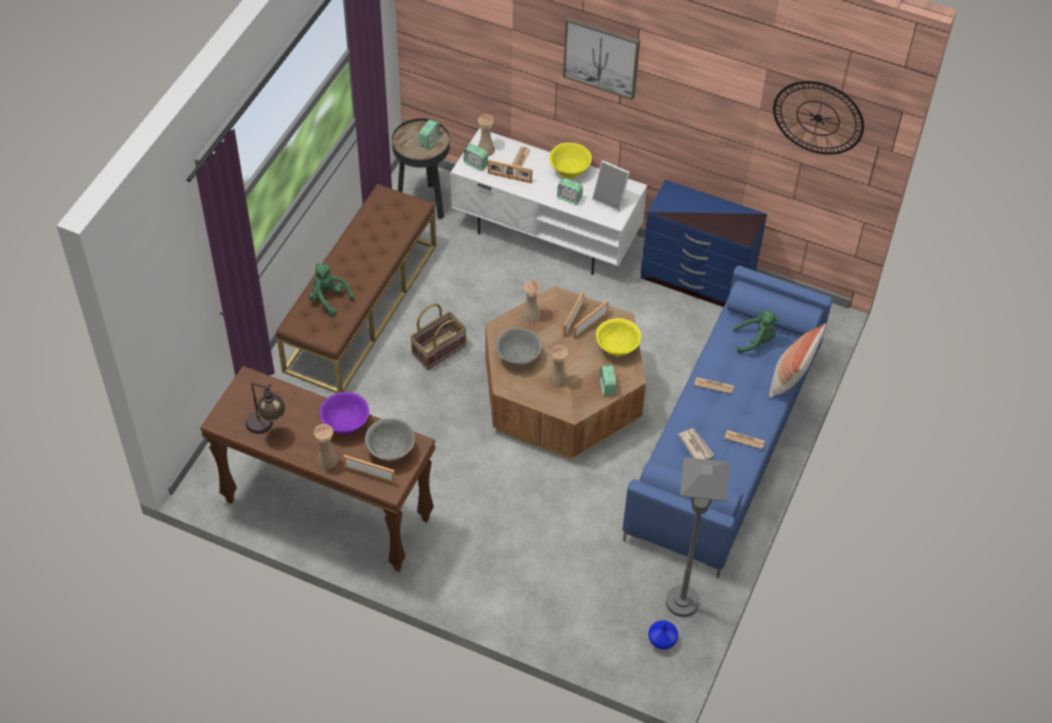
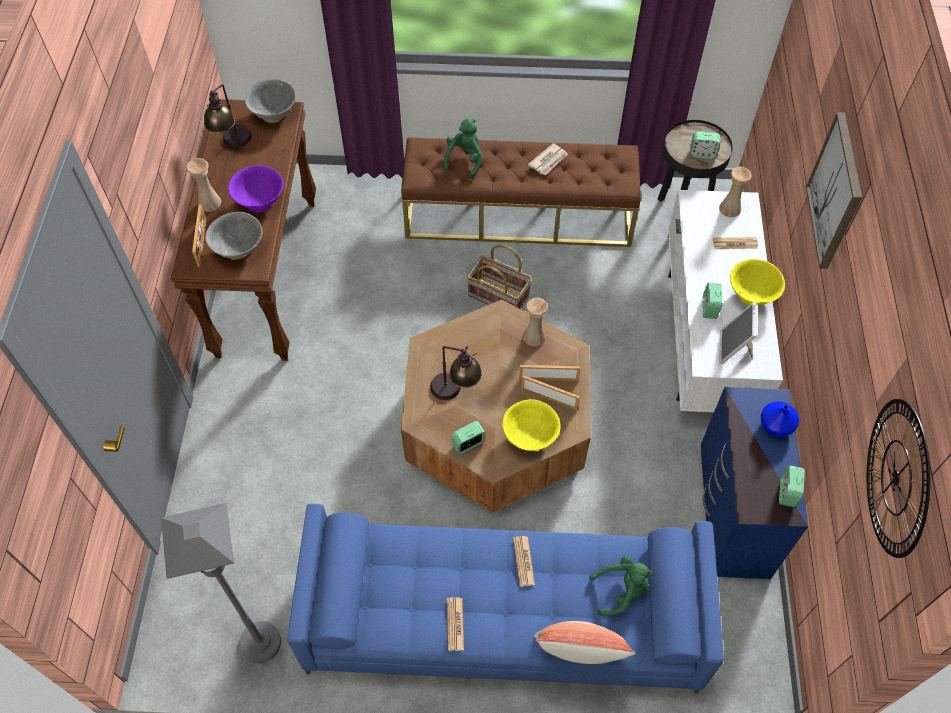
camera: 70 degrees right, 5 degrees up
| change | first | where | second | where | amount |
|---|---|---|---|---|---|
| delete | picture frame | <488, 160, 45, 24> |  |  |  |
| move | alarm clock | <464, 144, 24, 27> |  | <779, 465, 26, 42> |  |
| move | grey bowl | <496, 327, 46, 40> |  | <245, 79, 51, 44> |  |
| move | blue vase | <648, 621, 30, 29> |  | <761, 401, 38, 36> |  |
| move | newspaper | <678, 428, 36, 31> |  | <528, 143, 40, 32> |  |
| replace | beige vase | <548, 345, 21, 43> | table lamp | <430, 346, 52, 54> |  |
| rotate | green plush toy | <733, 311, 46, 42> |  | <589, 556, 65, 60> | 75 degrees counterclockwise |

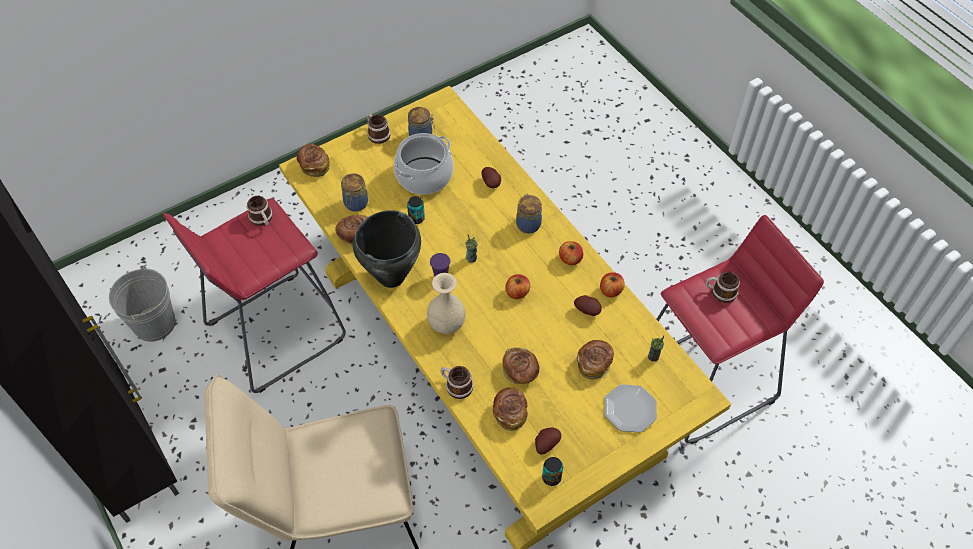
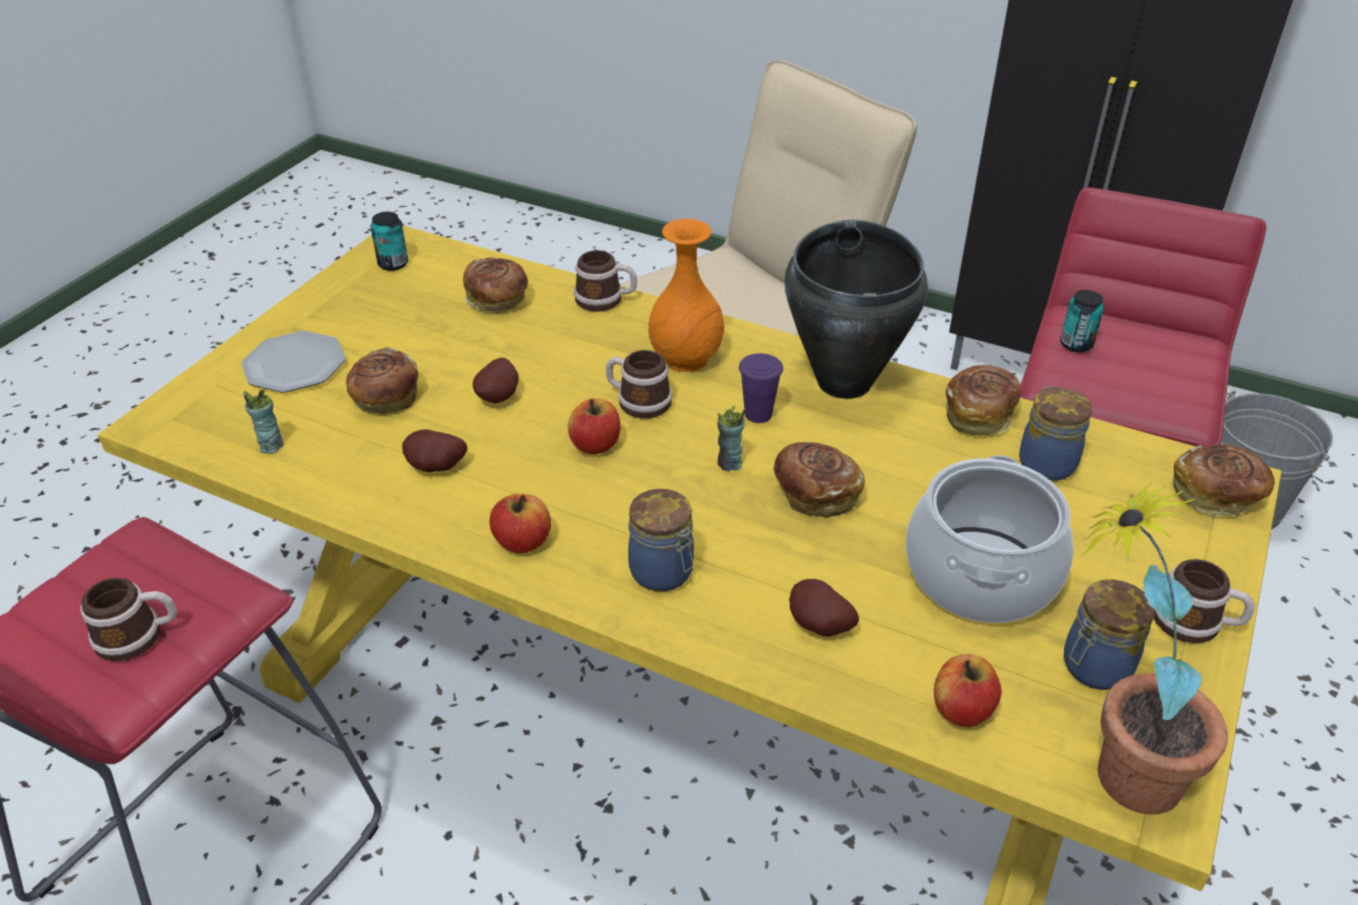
camera: 150 degrees right, 15 degrees down
| change | first | where | second | where | amount |
|---|---|---|---|---|---|
| insert |  |  | potted plant | <1080, 482, 148, 333> |  |
| move | mug | <247, 196, 26, 30> |  | <606, 350, 66, 68> |  |
| move | can | <407, 196, 18, 28> |  | <1060, 290, 44, 62> |  |
| move | bread | <503, 348, 36, 36> |  | <773, 442, 92, 75> |  |
| move | potato | <535, 428, 26, 27> |  | <473, 358, 46, 45> |  |
| move | apple | <600, 272, 25, 25> |  | <934, 654, 68, 73> |  |
| recolor | beige vase | <427, 273, 39, 61> | orange vase | <649, 219, 75, 153> |  |

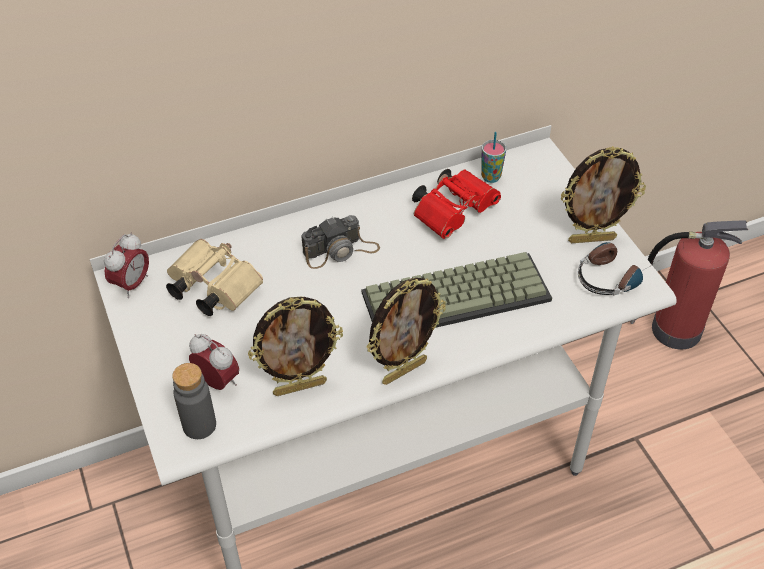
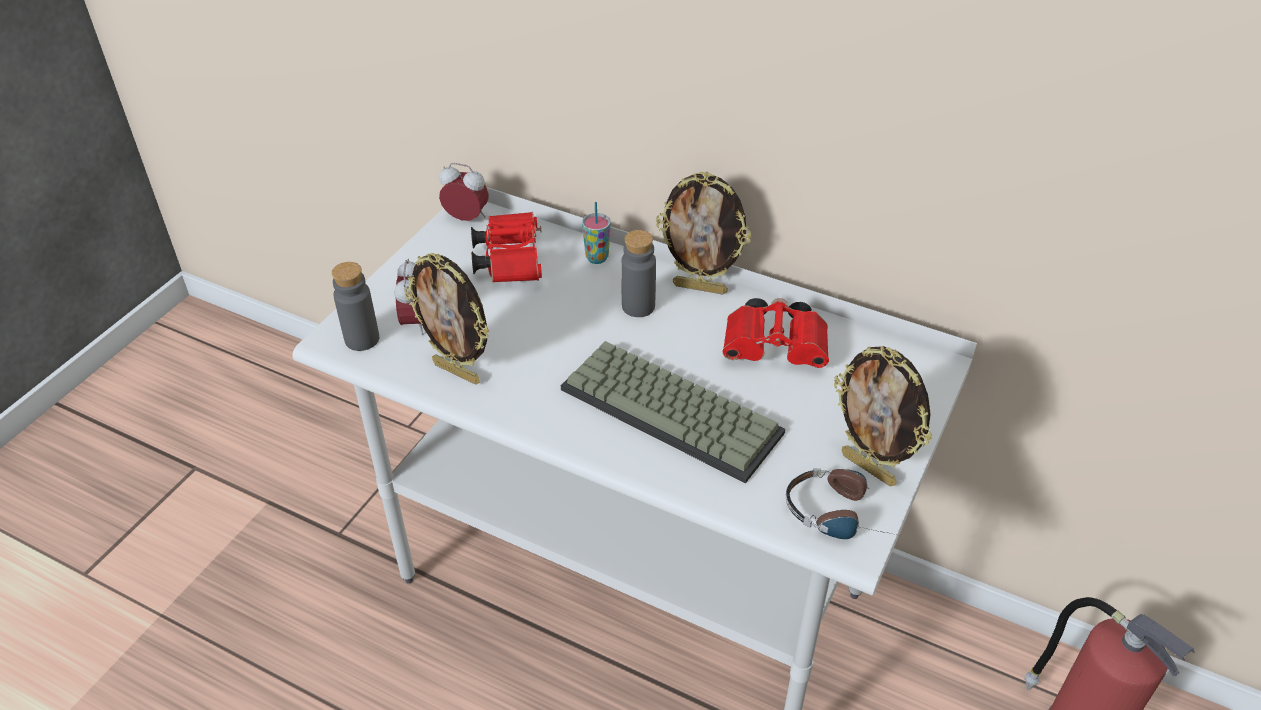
camera: 50 degrees right, 5 degrees down
| change | first | where | second | where | amount |
|---|---|---|---|---|---|
| move | picture frame | <367, 278, 79, 107> |  | <656, 172, 95, 123> |  |
| move | cup | <481, 132, 25, 51> |  | <582, 202, 29, 62> |  |
| replace | photo camera | <301, 215, 79, 54> | grey bottle | <621, 230, 35, 87> |  |
| recolor | beige binoculars | <166, 239, 97, 77> | red binoculars | <471, 212, 71, 71> |  |
| rotate | alarm clock | <104, 233, 45, 65> |  | <439, 163, 50, 58> | 150 degrees counterclockwise |

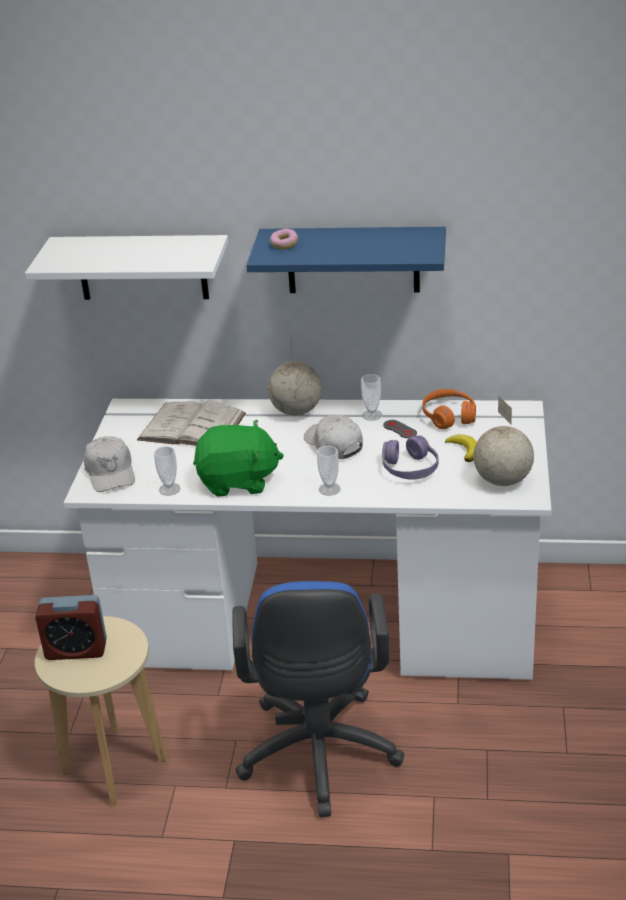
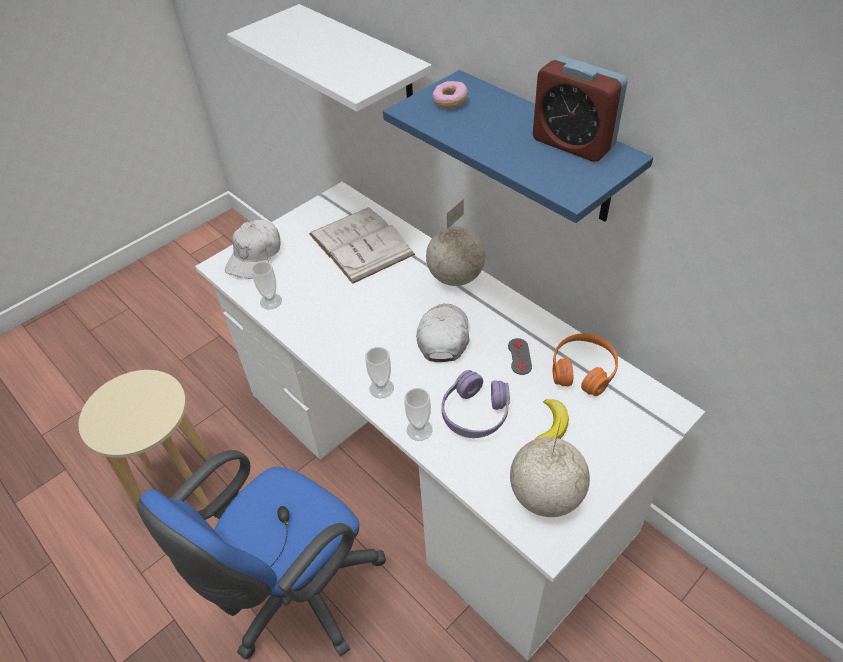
camera: 40 degrees right, 15 degrees up
| change | first | where | second | where | amount |
|---|---|---|---|---|---|
| delete | green plush toy | <193, 420, 91, 77> |  |  |  |
| move | alarm clock | <35, 595, 72, 65> |  | <533, 56, 95, 106> |  |
| move | cup | <361, 374, 21, 47> |  | <404, 388, 29, 53> |  |

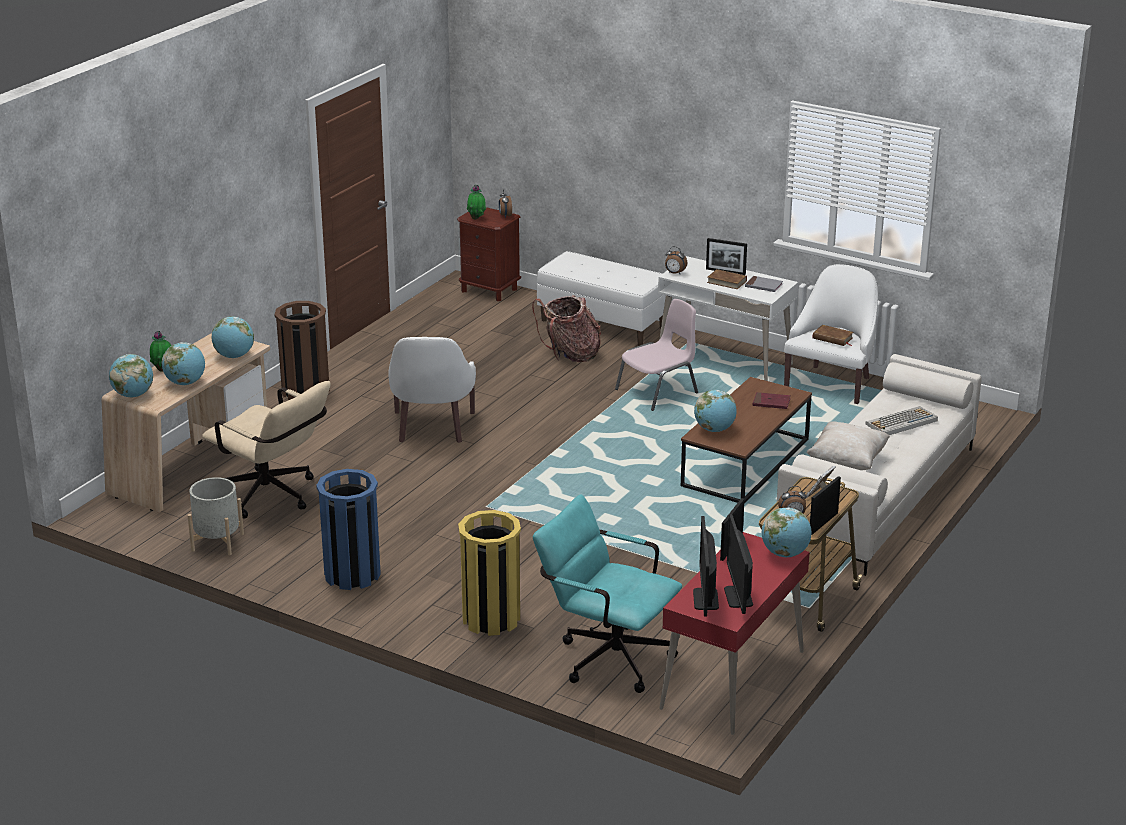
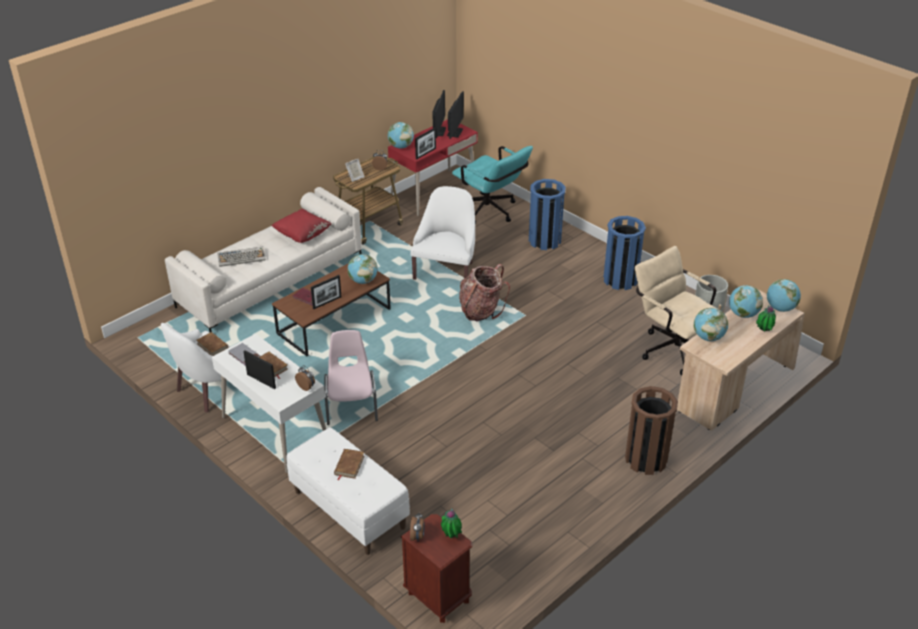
camera: 165 degrees left, 10 degrees up
| change | first | where | second | where | amount |
|---|---|---|---|---|---|
| insert |  |  | brown book | <334, 449, 30, 32> |  |
| move | white armchair | <388, 337, 88, 106> |  | <410, 186, 65, 94> |  |
| move | backpack | <532, 295, 69, 67> |  | <459, 264, 51, 57> |  |
| move | picture frame | <810, 476, 31, 59> |  | <311, 275, 30, 34> |  |
| recolor | yellow trash can | <458, 510, 63, 126> | blue trash can | <529, 179, 37, 71> |  |
| recolor | beige pillow | <806, 421, 84, 49> | red pillow | <272, 209, 59, 34> |  |
| rotate | pink chair | <615, 299, 83, 112> |  | <324, 330, 54, 95> | 105 degrees clockwise |

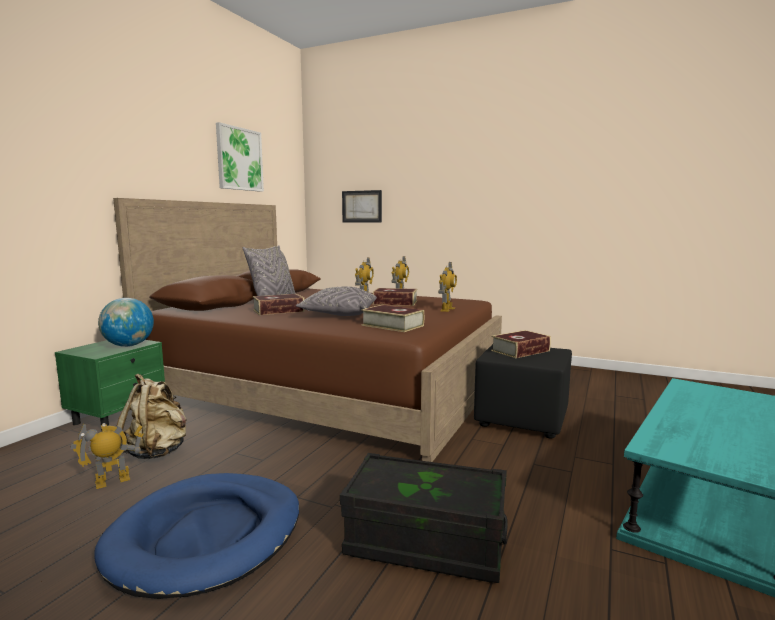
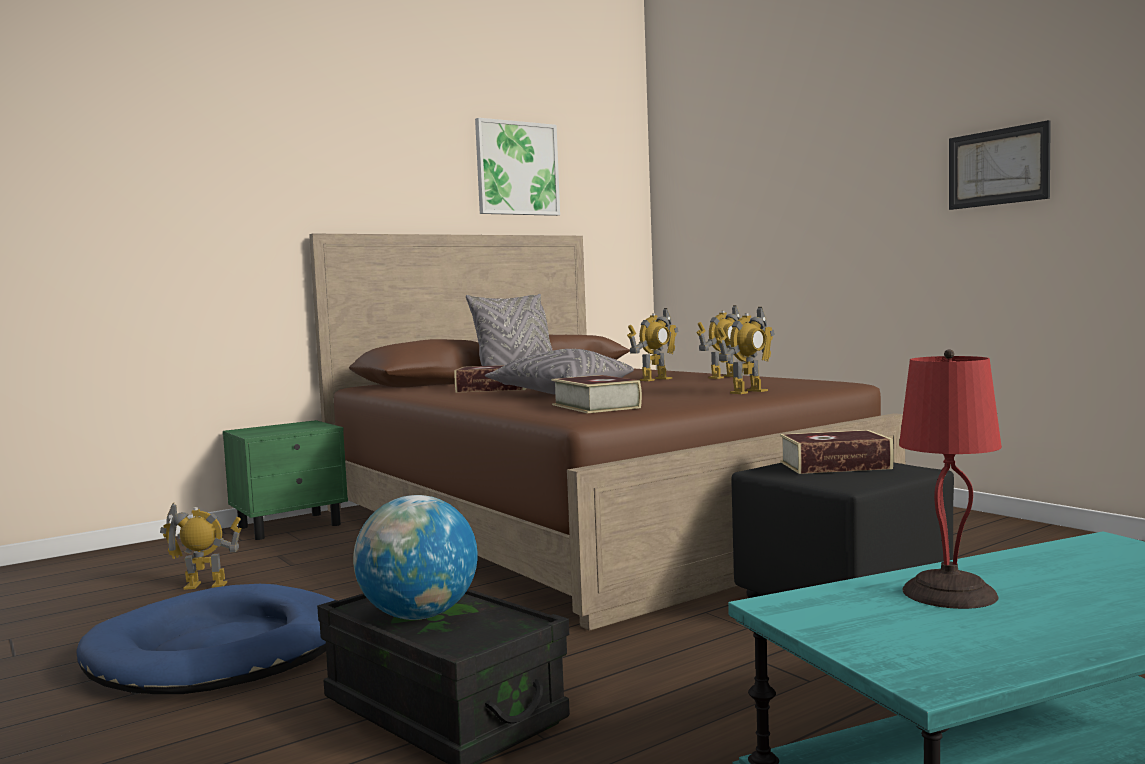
camera: 30 degrees right, 5 degrees down
| change | first | where | second | where | amount |
|---|---|---|---|---|---|
| delete | beige backpack | <116, 374, 71, 85> |  |  |  |
| delete | book | <373, 288, 44, 18> |  |  |  |
| insert |  |  | red table lamp | <899, 349, 103, 260> |  |
| move | globe | <98, 298, 56, 49> |  | <353, 495, 125, 125> |  |
| move | picture | <342, 190, 40, 33> |  | <949, 120, 102, 90> |  |

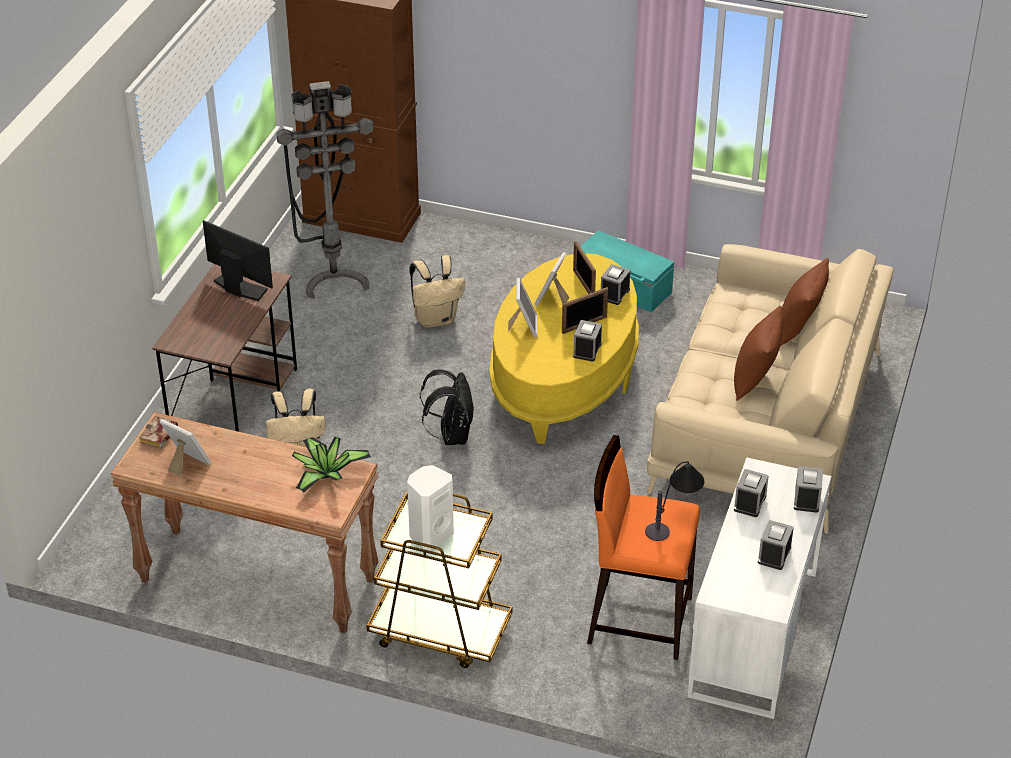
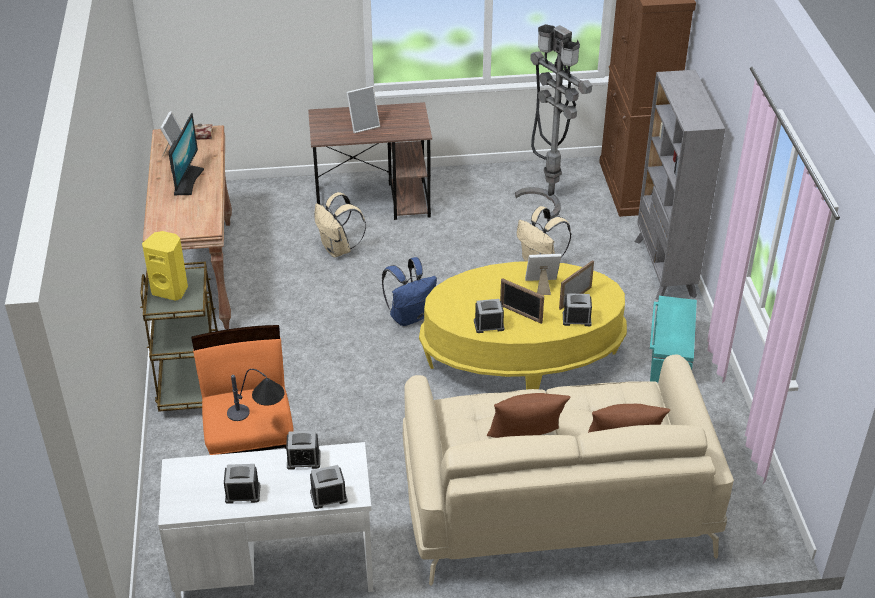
camera: 65 degrees right, 0 degrees up
| change | first | where | second | where | amount |
|---|---|---|---|---|---|
| delete | potted plant | <292, 437, 79, 55> |  |  |  |
| insert |  |  | grey bookcase | <635, 70, 91, 230> |  |
| move | monitor | <203, 220, 70, 81> |  | <169, 113, 35, 82> |  |
| move | picture frame | <508, 278, 29, 60> |  | <346, 86, 34, 47> |  |
| recolor | white speaker | <407, 465, 47, 85> | yellow speaker | <142, 231, 46, 70> |  |
| recolor | black backpack | <420, 369, 54, 76> | blue backpack | <382, 257, 55, 69> |  |

